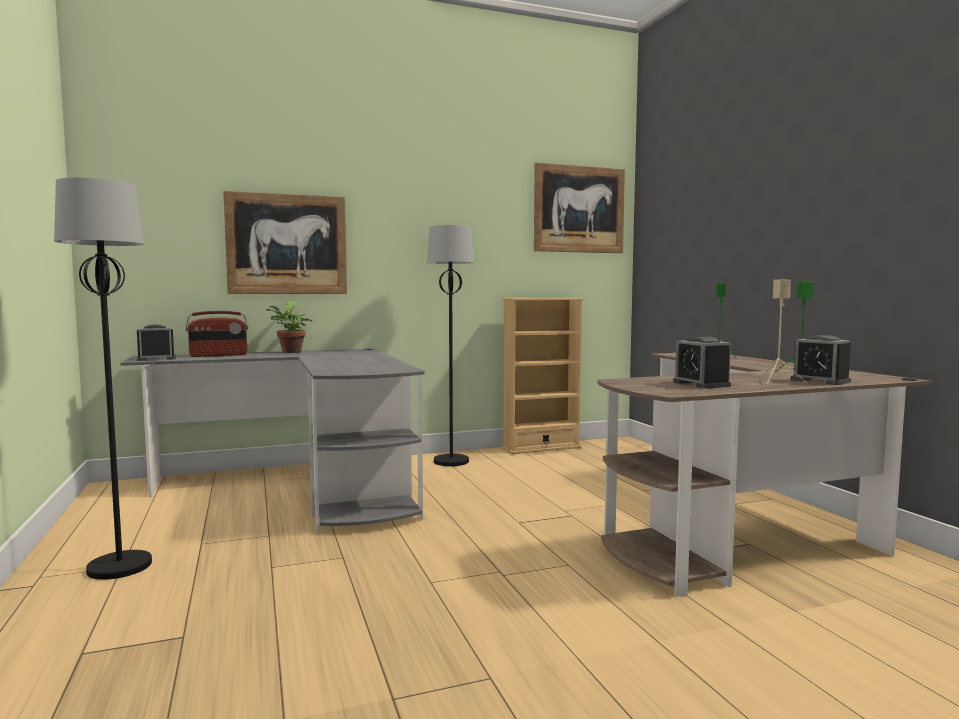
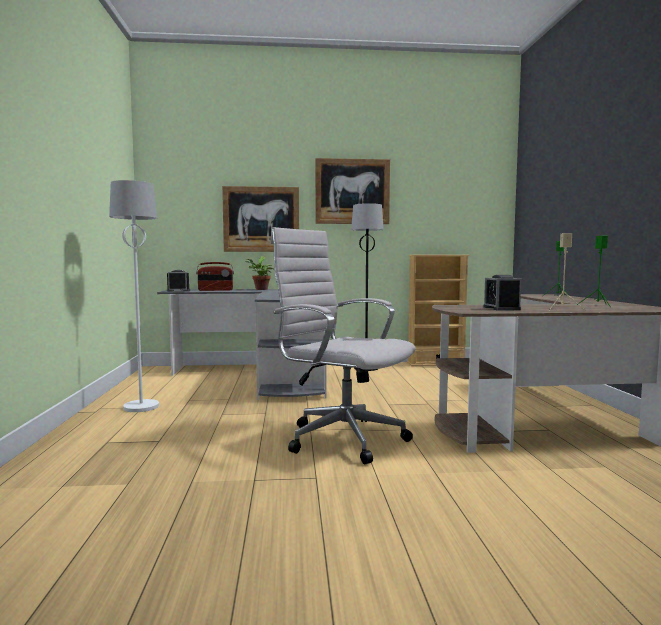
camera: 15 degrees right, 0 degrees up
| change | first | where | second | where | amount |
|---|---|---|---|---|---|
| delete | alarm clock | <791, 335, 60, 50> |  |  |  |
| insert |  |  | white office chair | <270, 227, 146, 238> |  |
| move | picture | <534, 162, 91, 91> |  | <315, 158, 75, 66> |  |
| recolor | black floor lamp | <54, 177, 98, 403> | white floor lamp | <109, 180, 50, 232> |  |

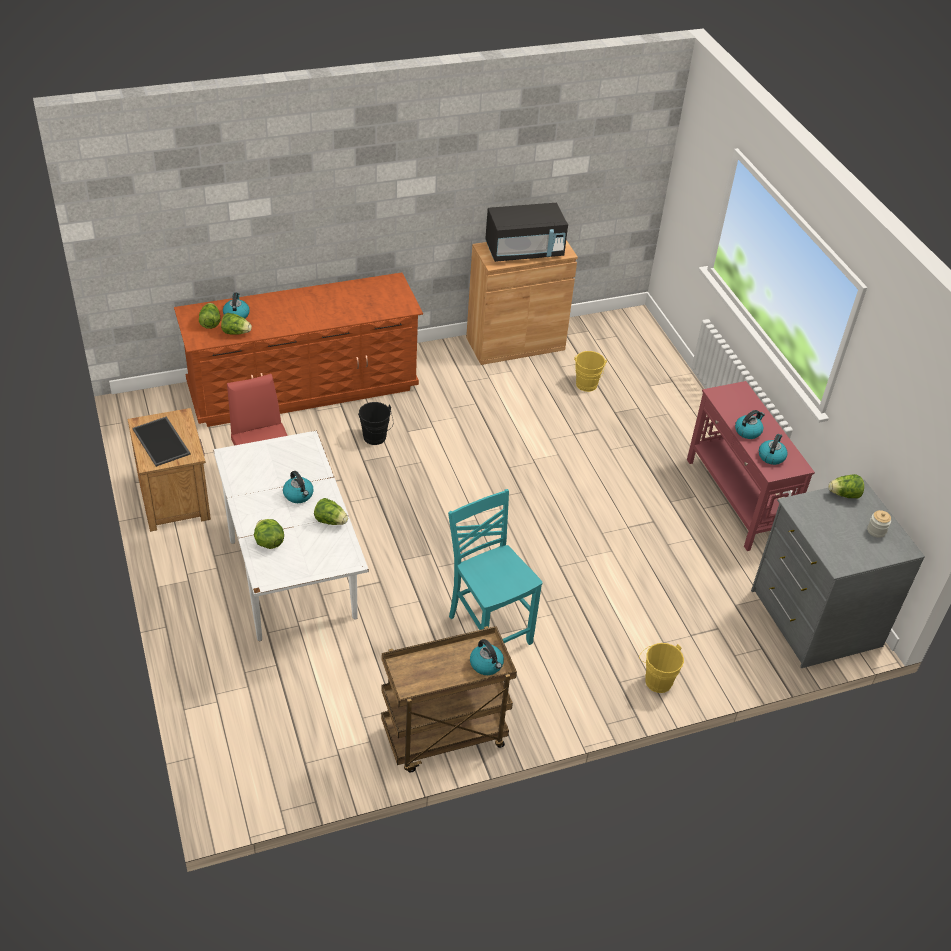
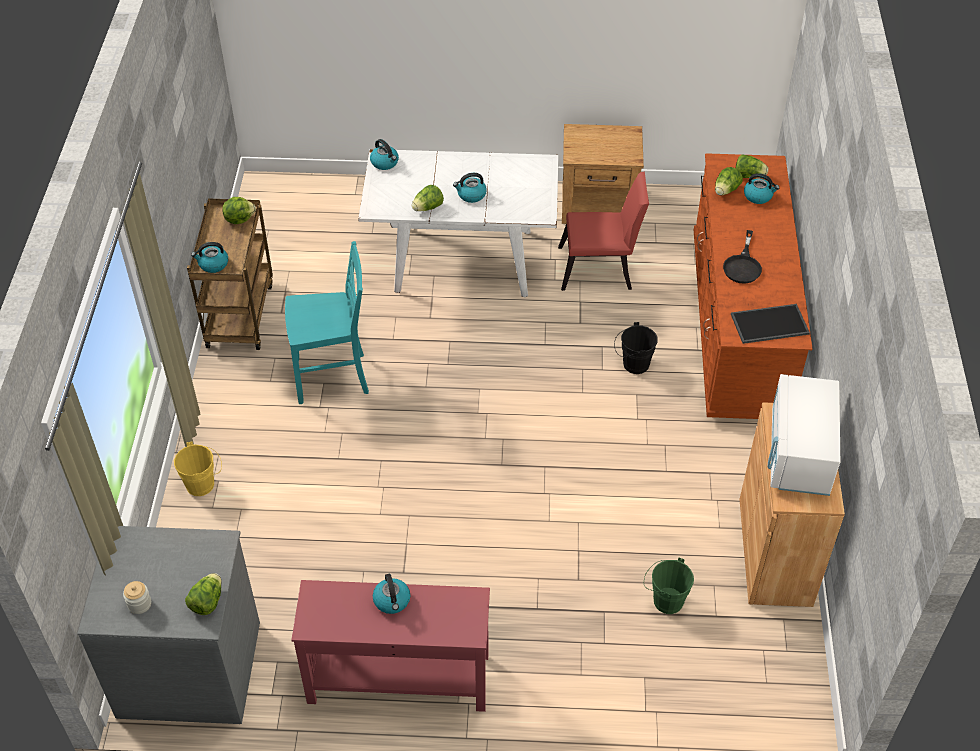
camera: 115 degrees right, 5 degrees up
| change | first | where | second | where | amount |
|---|---|---|---|---|---|
| insert |  |  | black frying pan | <723, 230, 39, 54> |  |
| move | tray | <132, 417, 59, 50> |  | <731, 304, 79, 40> |  |
| move | lettuce | <254, 519, 30, 30> |  | <222, 197, 34, 27> |  |
| move | kettle | <759, 434, 29, 31> |  | <370, 139, 29, 31> |  |
| recolor | black microwave | <485, 203, 83, 59> | white microwave | <768, 374, 72, 122> |  |
| recolor | yellow bucket | <574, 351, 33, 41> | green bucket | <644, 557, 50, 57> |  |

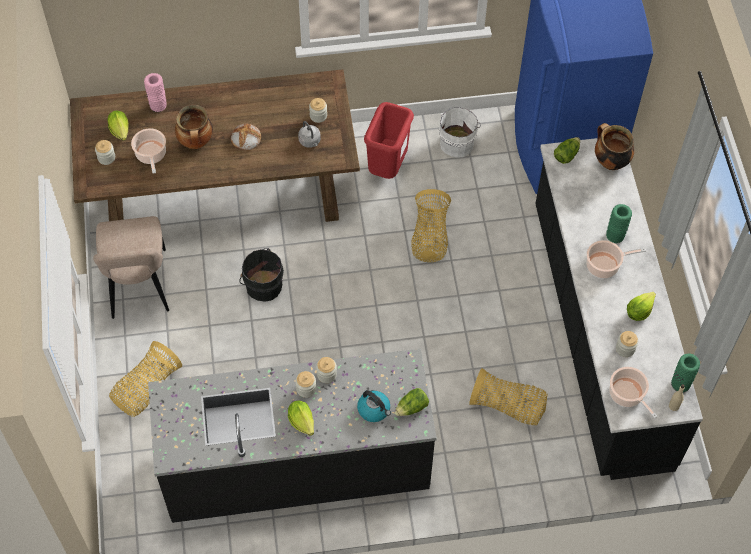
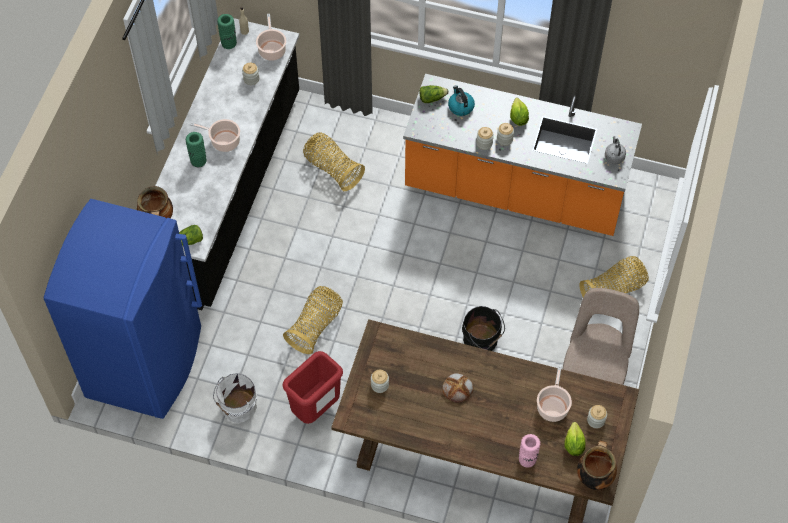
camera: 155 degrees left, 0 degrees up
| change | first | where | second | where | amount |
|---|---|---|---|---|---|
| delete | lettuce | <627, 292, 29, 29> |  |  |  |
| move | cooking pot | <175, 105, 38, 44> |  | <577, 440, 40, 50> |  |
| move | grey kettle | <298, 121, 23, 27> |  | <605, 136, 21, 28> |  |
| recolor | black counter | <148, 349, 289, 174> | orange counter | <403, 74, 239, 162> |  |

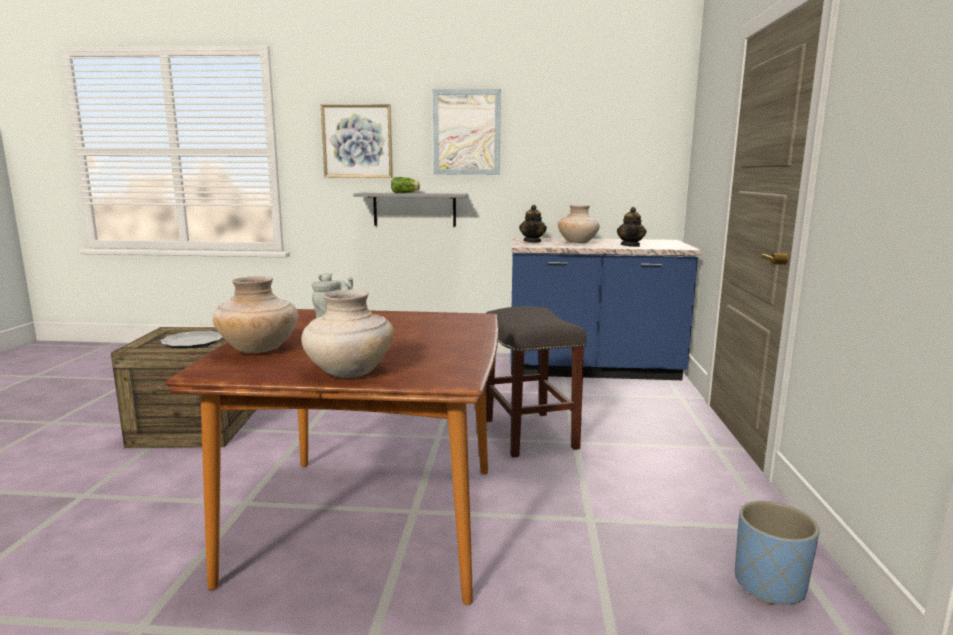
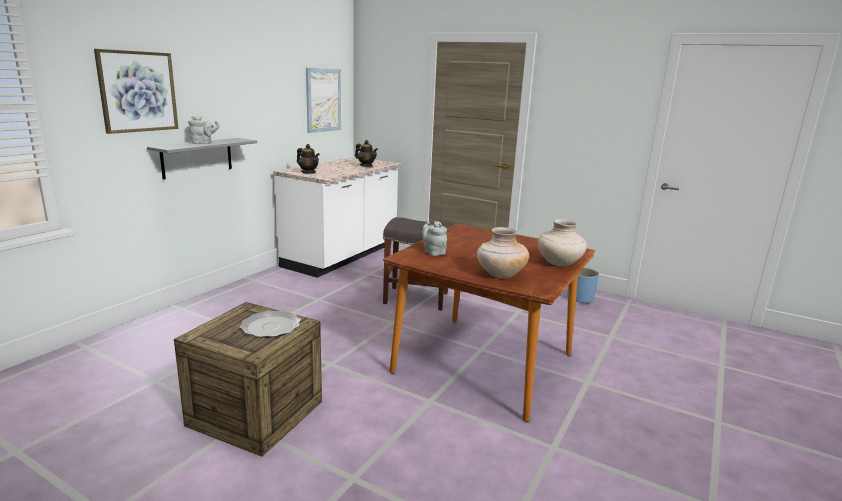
camera: 65 degrees left, 5 degrees up
| change | first | where | second | where | amount |
|---|---|---|---|---|---|
| delete | beige vase | <558, 205, 42, 38> |  |  |  |
| move | picture | <433, 89, 68, 86> |  | <306, 68, 35, 65> |  |
| replace | lettuce | <391, 177, 29, 16> | grey teapot | <188, 116, 31, 28> |  |
| recolor | blue counter | <510, 238, 191, 142> | white counter | <273, 157, 129, 121> |  |

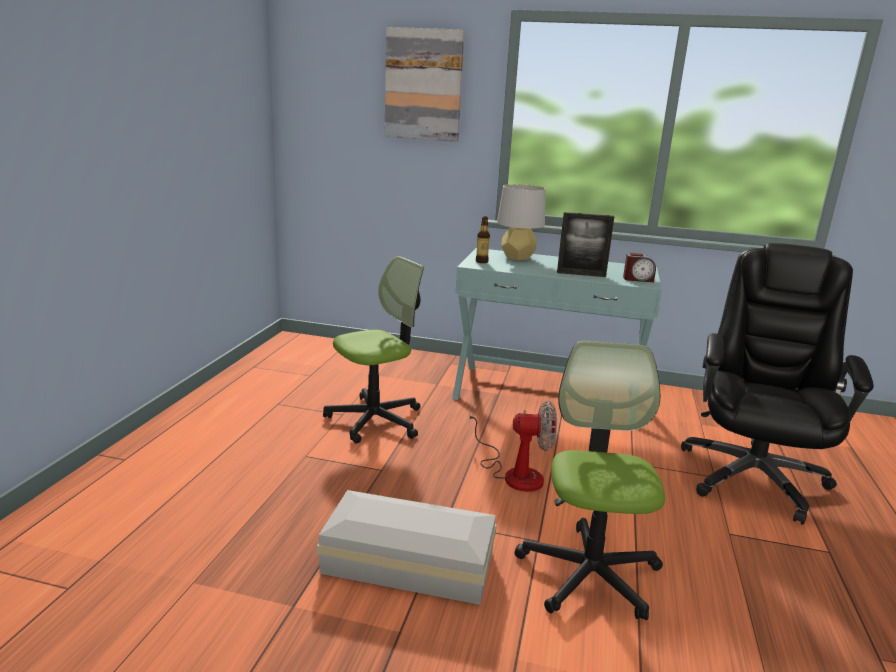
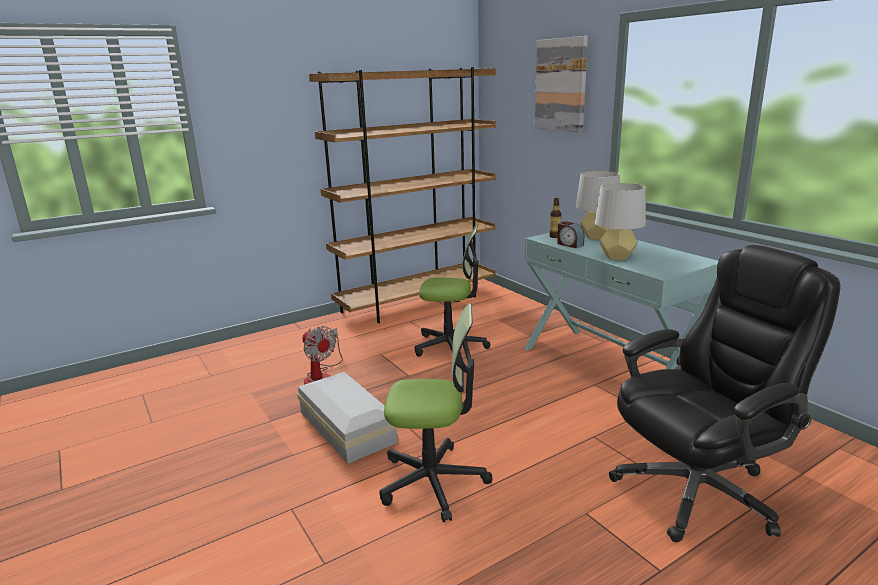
camera: 45 degrees right, 0 degrees up
| change | first | where | second | where | amount |
|---|---|---|---|---|---|
| insert |  |  | brown bookcase | <309, 67, 187, 256> |  |
| move | fan | <469, 401, 88, 91> |  | <302, 326, 41, 59> |  |
| move | alarm clock | <623, 253, 33, 29> |  | <557, 221, 27, 27> |  |
| replace | picture frame | <557, 212, 58, 65> | grey table lamp | <595, 183, 51, 77> |  |
| rotate | office chair | <514, 341, 151, 279> |  | <379, 303, 113, 219> | 45 degrees clockwise |

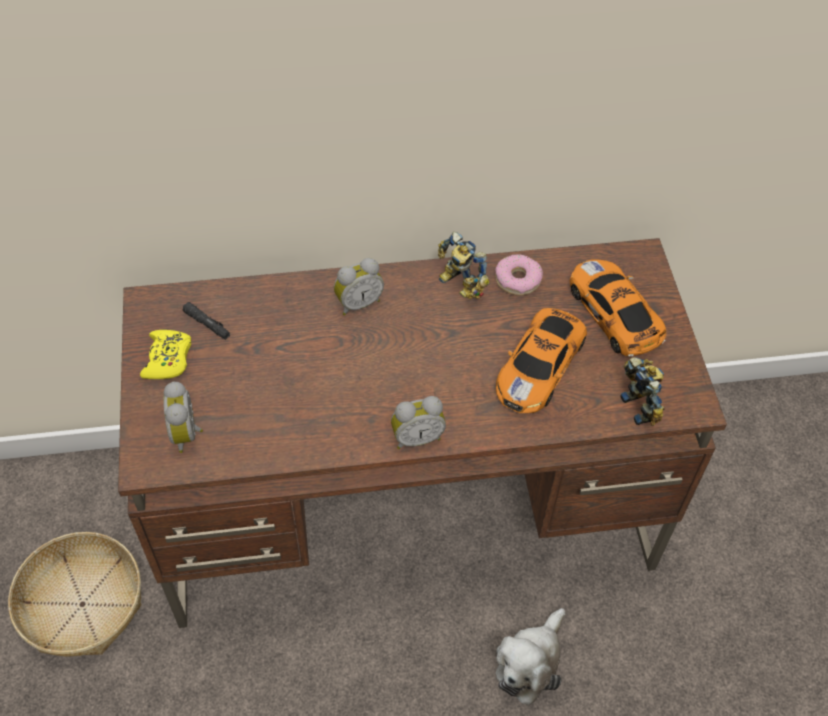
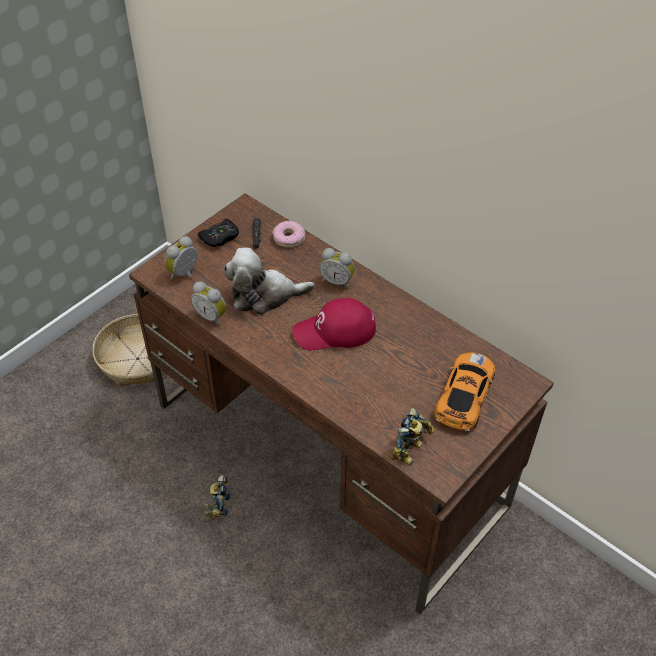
camera: 50 degrees right, 5 degrees down
| change | first | where | second | where | amount |
|---|---|---|---|---|---|
| delete | toy car | <496, 308, 91, 105> |  |  |  |
| insert |  |  | red cap | <292, 298, 84, 52> |  |
| move | alarm clock | <391, 396, 55, 53> |  | <191, 281, 35, 45> |  |
| move | toy robot | <438, 232, 52, 67> |  | <204, 475, 26, 45> |  |
| move | donut | <495, 254, 48, 42> |  | <272, 221, 33, 27> |  |
| move | plush toy | <496, 608, 70, 97> |  | <224, 248, 91, 67> |  |
| recolor | yellow game controller | <140, 330, 51, 49> | black game controller | <198, 219, 41, 28> |  |

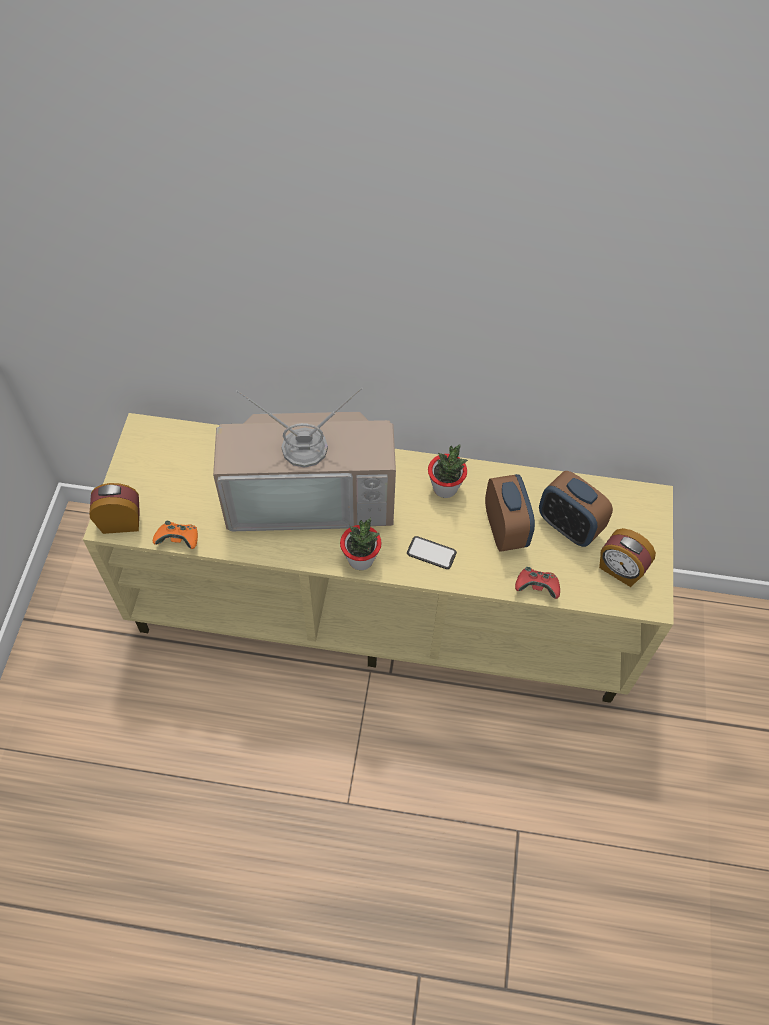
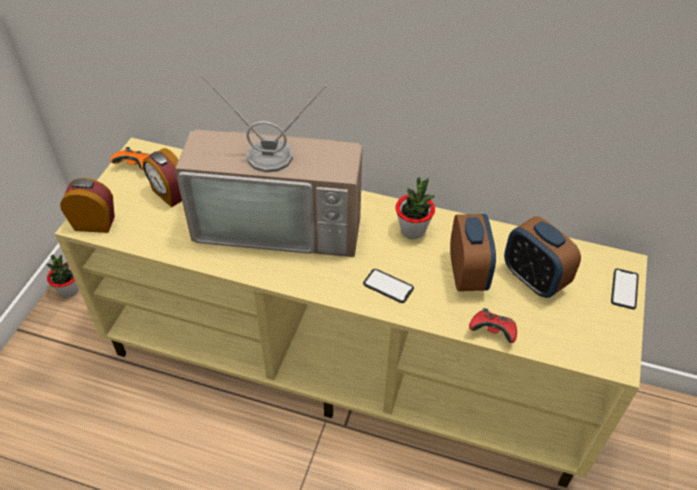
camera: 10 degrees right, 10 degrees down
| change | first | where | second | where | amount |
|---|---|---|---|---|---|
| insert |  |  | phone | <611, 268, 28, 41> |  |
| move | orange game controller | <153, 521, 45, 28> |  | <110, 147, 40, 23> |  |
| move | potted plant | <340, 518, 42, 52> |  | <46, 254, 33, 44> |  |
| move | alarm clock | <599, 528, 57, 59> |  | <143, 148, 39, 59> |  |

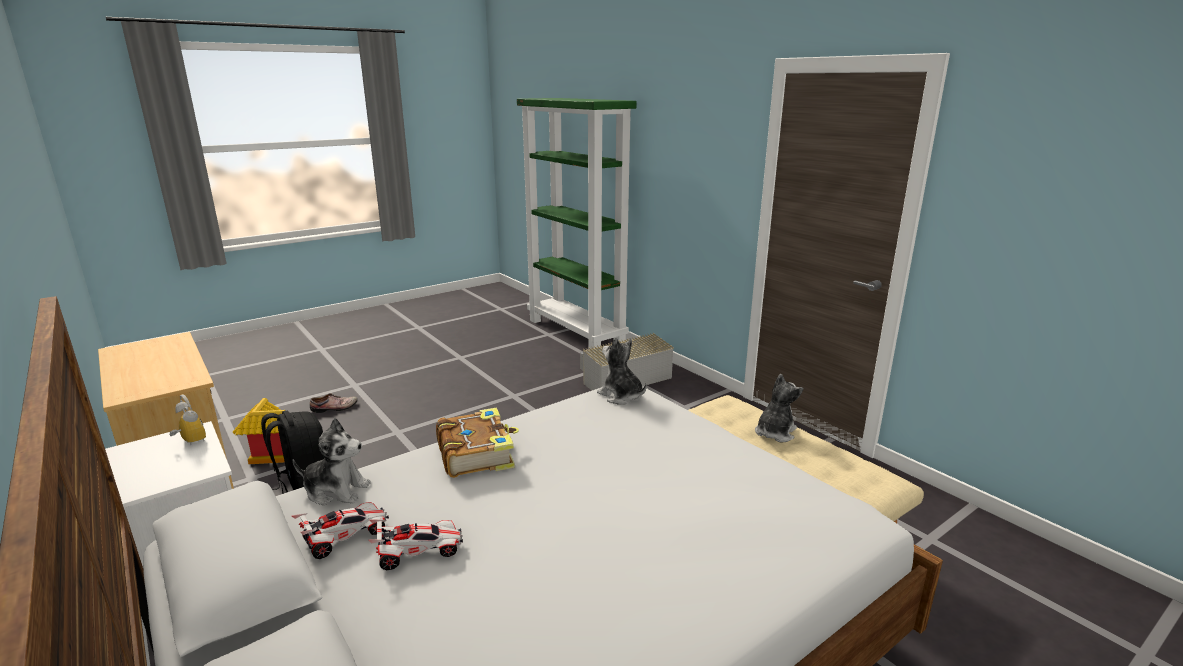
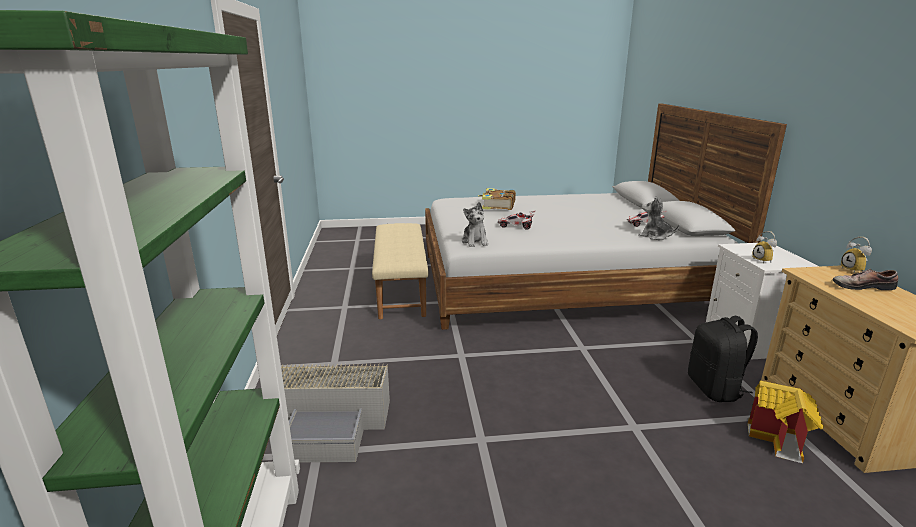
camera: 150 degrees left, 0 degrees up
| change | first | where | second | where | amount |
|---|---|---|---|---|---|
| delete | plush toy | <755, 374, 48, 68> |  |  |  |
| insert |  |  | alarm clock | <841, 237, 31, 36> |  |
| move | shoe | <310, 393, 47, 20> |  | <833, 269, 65, 21> |  |
| move | toy car | <369, 519, 94, 51> |  | <498, 211, 37, 18> |  |
| move | book | <436, 407, 83, 71> |  | <478, 188, 38, 22> |  |

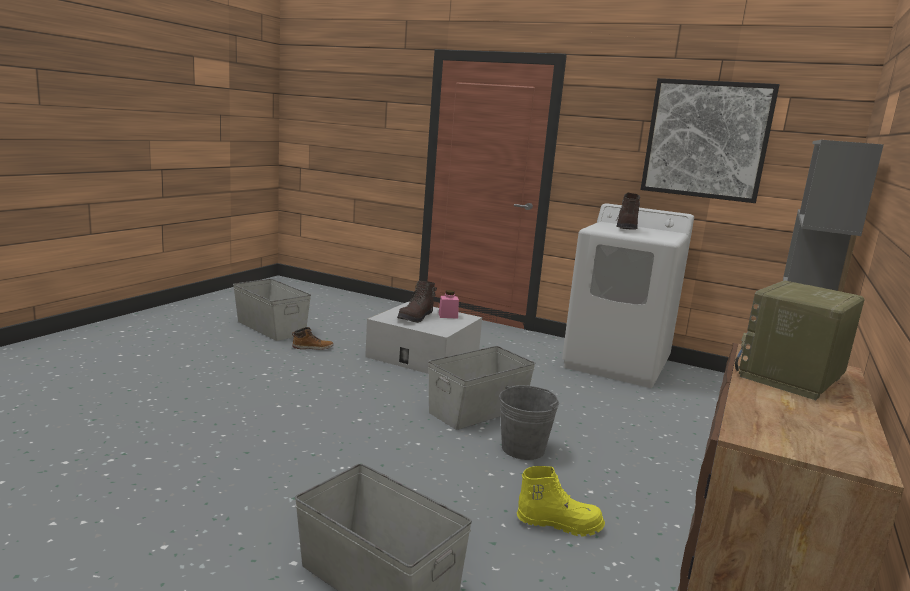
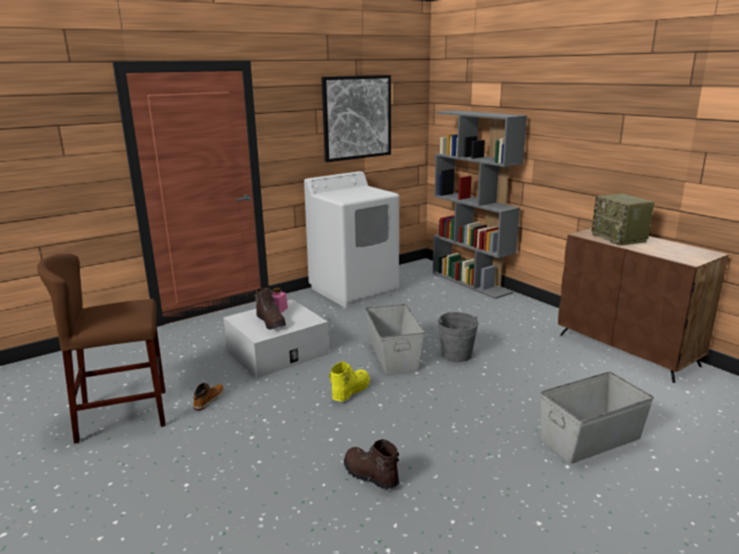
camera: 60 degrees left, 5 degrees up
| change | first | where | second | where | amount |
|---|---|---|---|---|---|
| move | yellow boot | <517, 466, 88, 71> |  | <329, 361, 41, 40> |  |
| move | brown boot | <616, 193, 24, 37> |  | <344, 439, 55, 51> |  |
| replace | grey storage box | <233, 279, 78, 62> | brown stool | <37, 253, 128, 191> |  |

